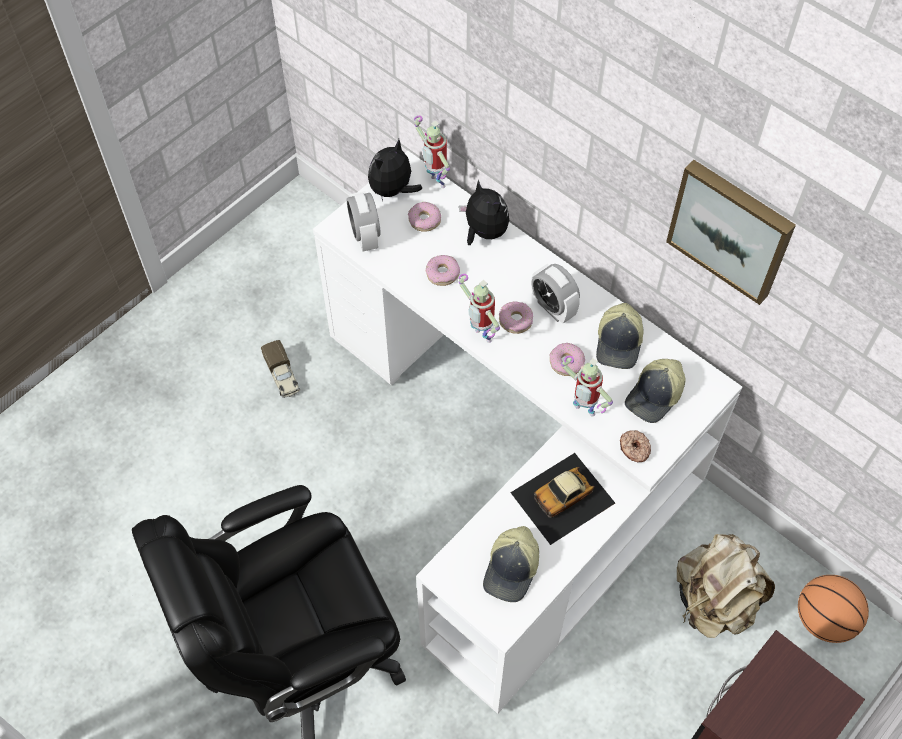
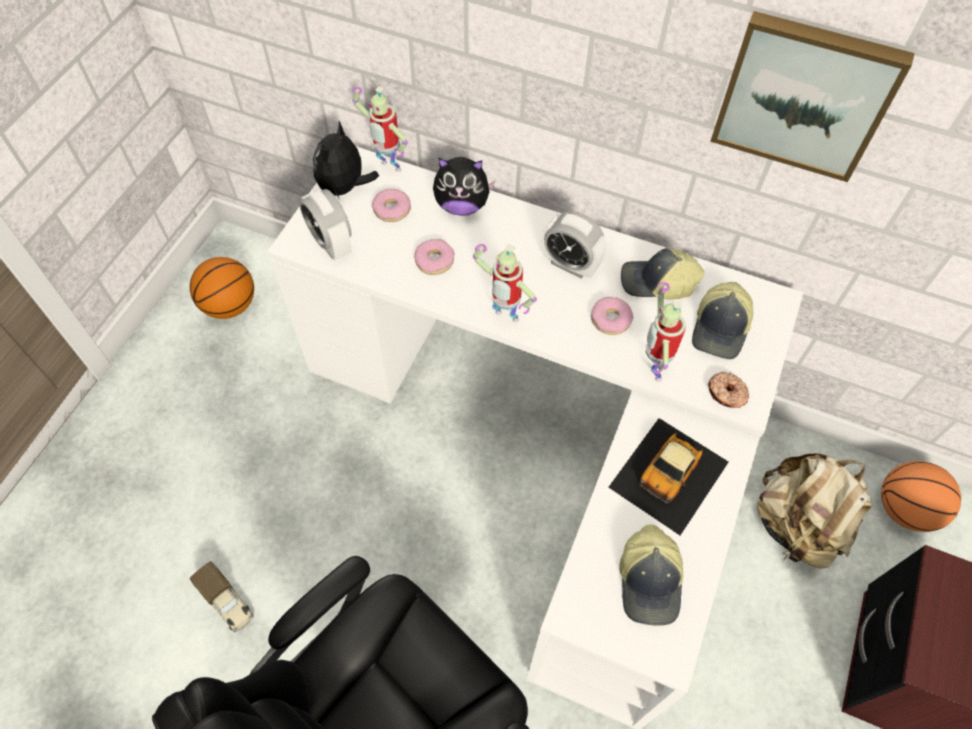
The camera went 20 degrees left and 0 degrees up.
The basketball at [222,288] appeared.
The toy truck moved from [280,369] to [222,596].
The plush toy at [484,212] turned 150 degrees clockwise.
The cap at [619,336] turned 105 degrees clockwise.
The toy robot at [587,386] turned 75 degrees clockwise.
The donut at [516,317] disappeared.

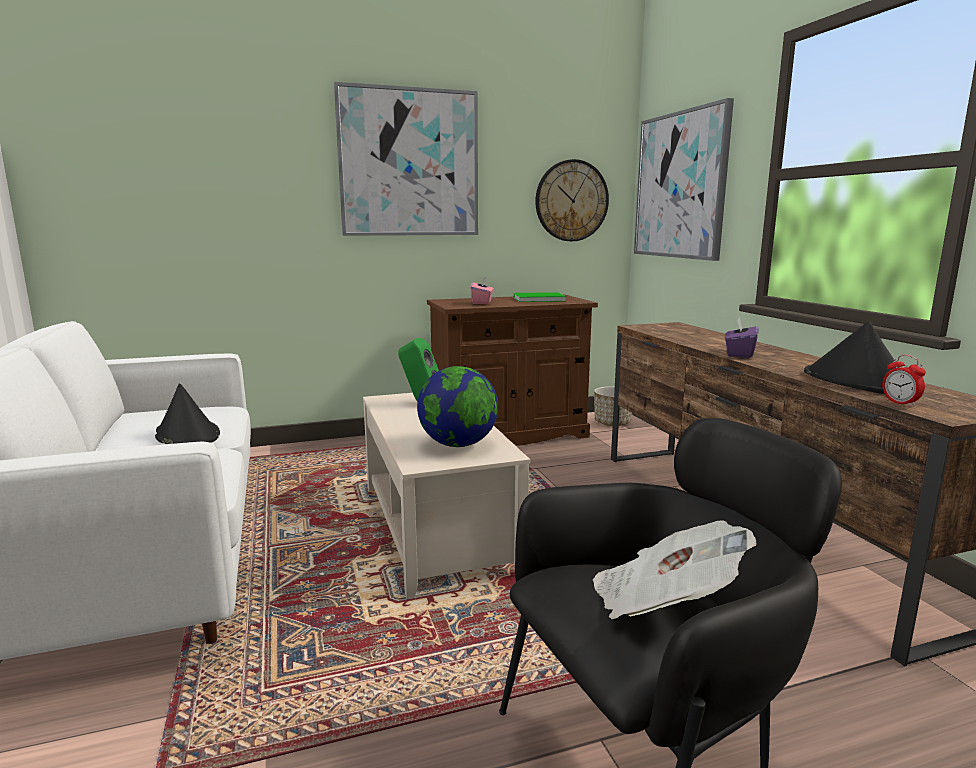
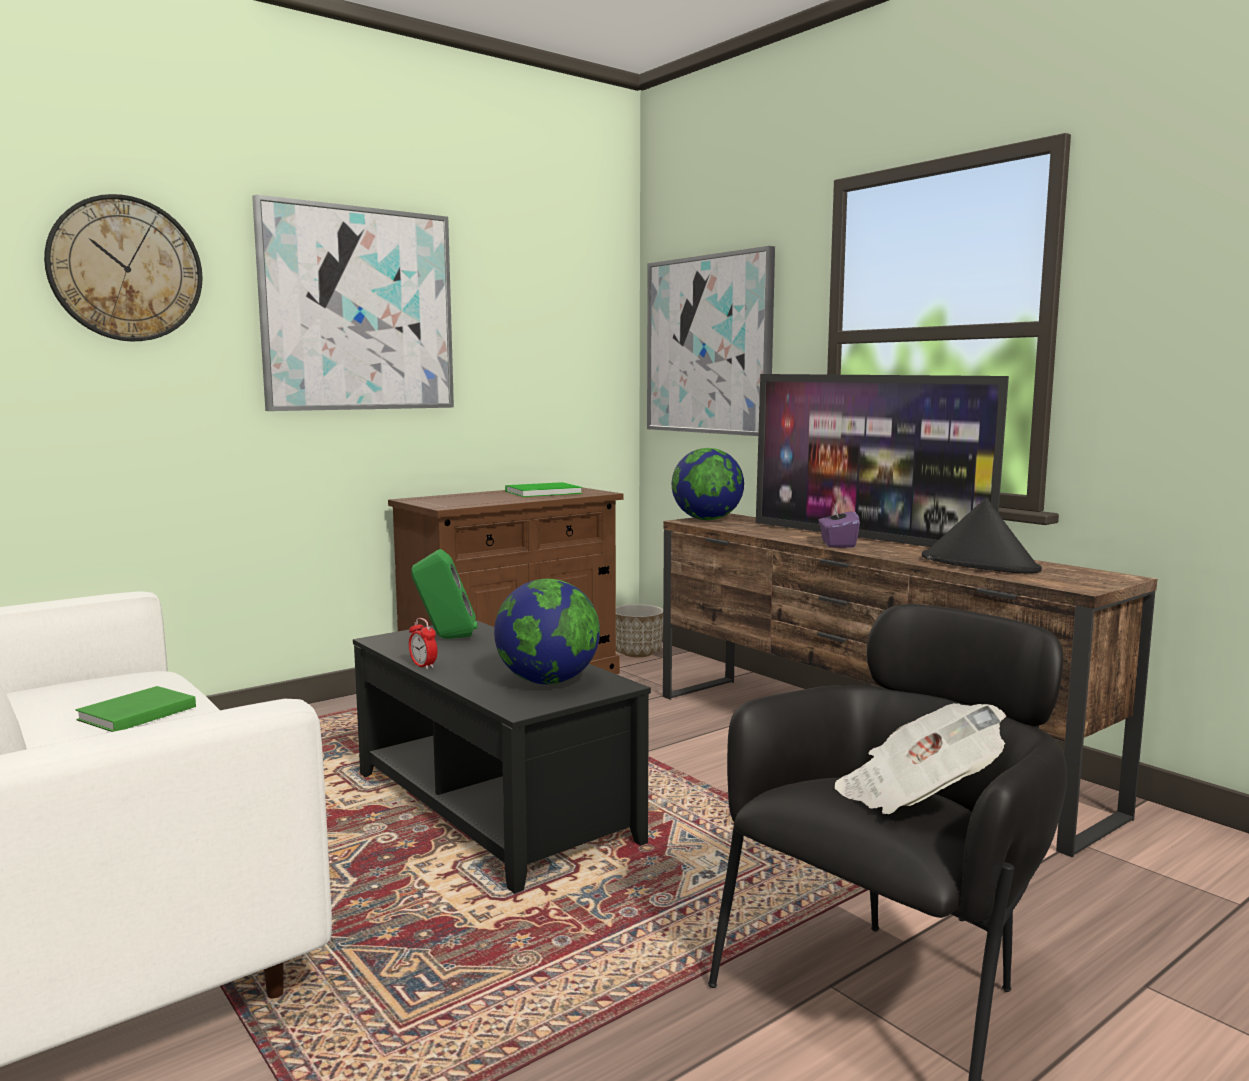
The camera went 20 degrees left and 5 degrees down.
The wall clock moved from [572,200] to [123,267].
The black hat at [187,413] was replaced by the green book at [135,709].
The beige coffee table at [446,496] became the black coffee table at [502,757].
The alarm clock moved from [904,381] to [423,643].
The globe at [708,484] appeared.
The television at [882,460] appeared.
The pink tissue box at [482,290] disappeared.

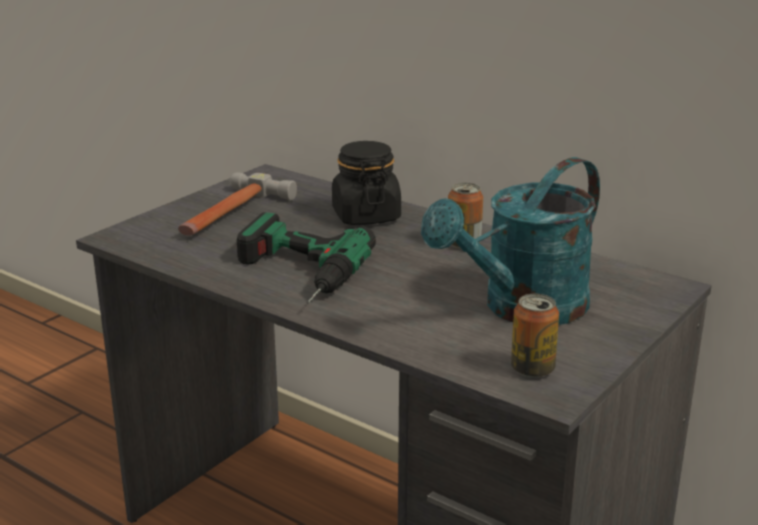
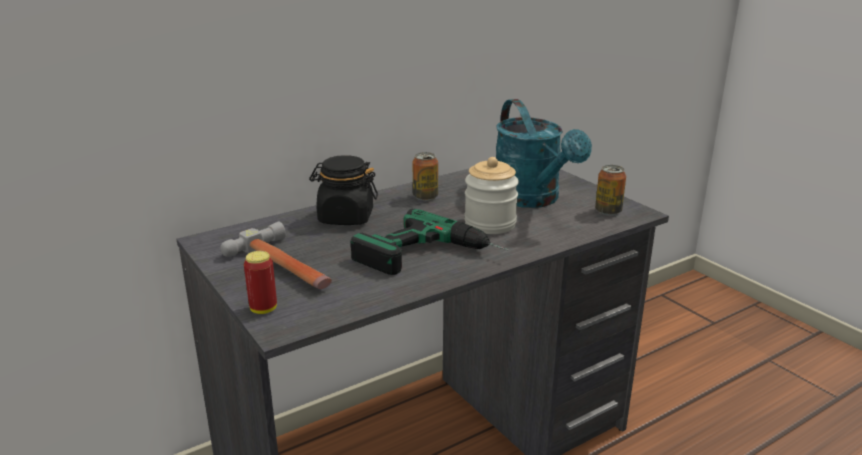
The camera went 70 degrees left and 0 degrees up.
The can at [260,282] appeared.
The jar at [491,195] appeared.

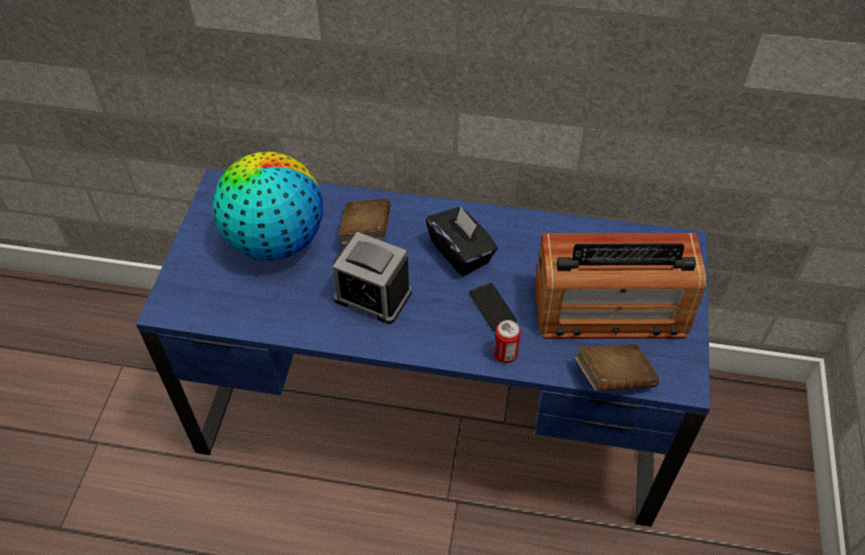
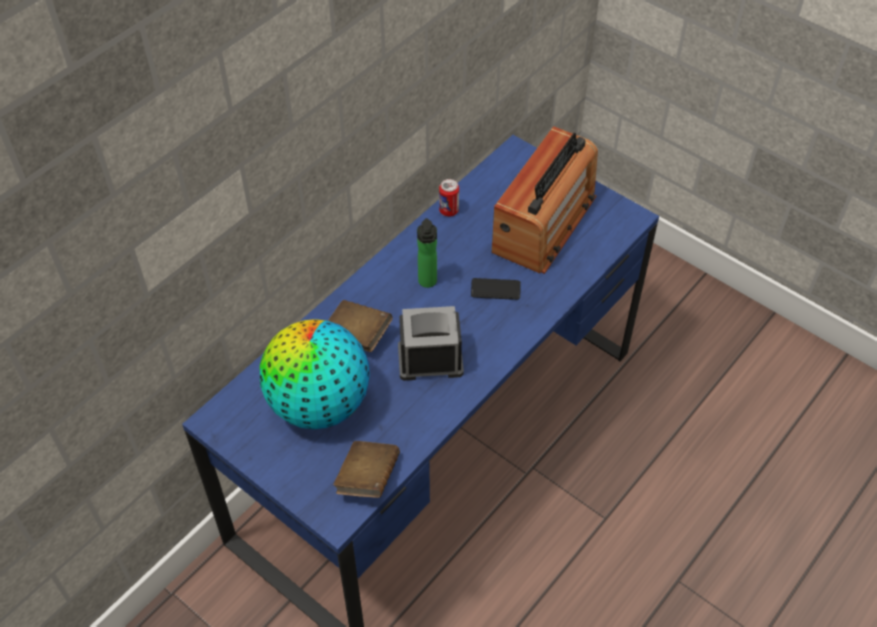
The camera went 60 degrees left and 0 degrees up.
The brown book moved from [617,367] to [366,469].
The alarm clock at [372,278] turned 150 degrees counterclockwise.
The black tissue box at [462,241] was replaced by the bottle at [427,253].
The can moved from [507,341] to [449,197].

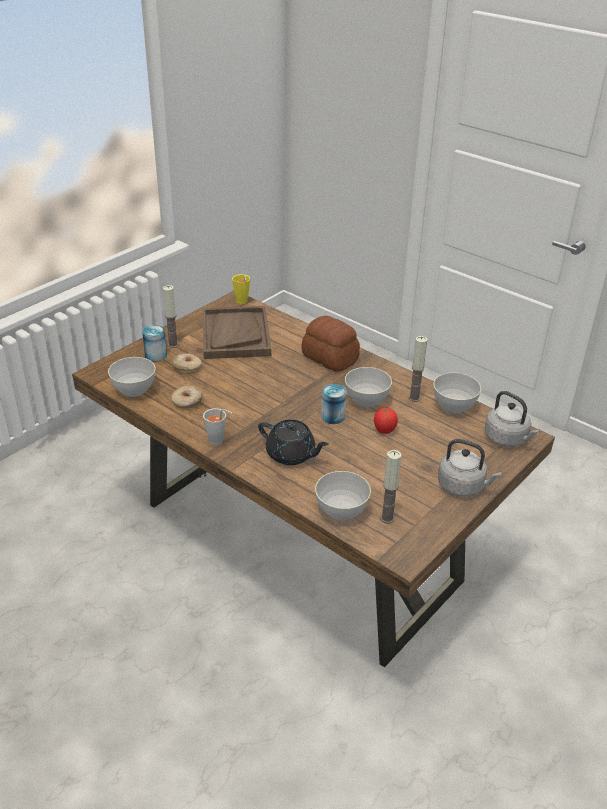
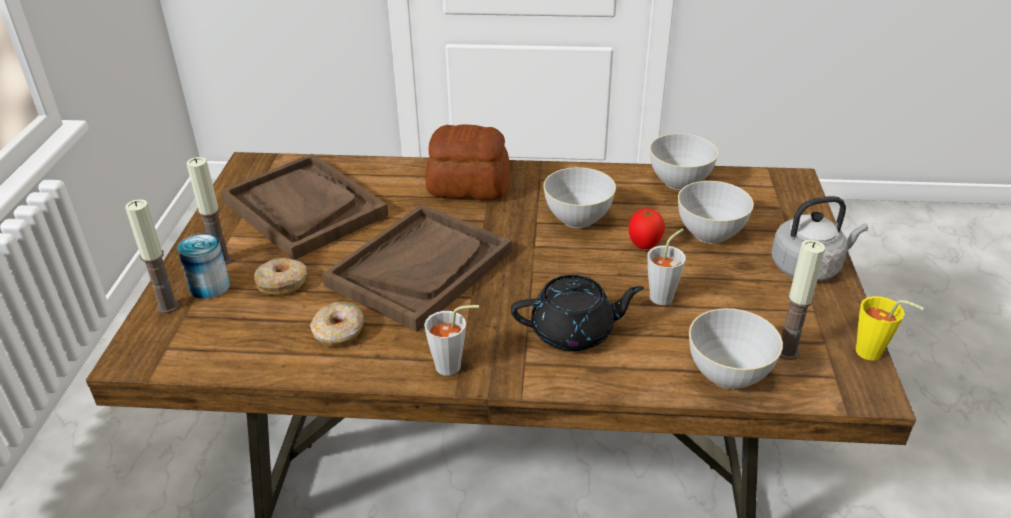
The camera went 35 degrees left and 0 degrees up.
The candle moved from [418,369] to [152,256].
The brown tray at [417,268] appeared.
The grey cup at [667,267] appeared.
The grey bowl moved from [132,377] to [716,212].
The yellow cup moved from [241,289] to [890,328].
The can at [334,404] disappeared.
The grey kettle at [512,419] disappeared.

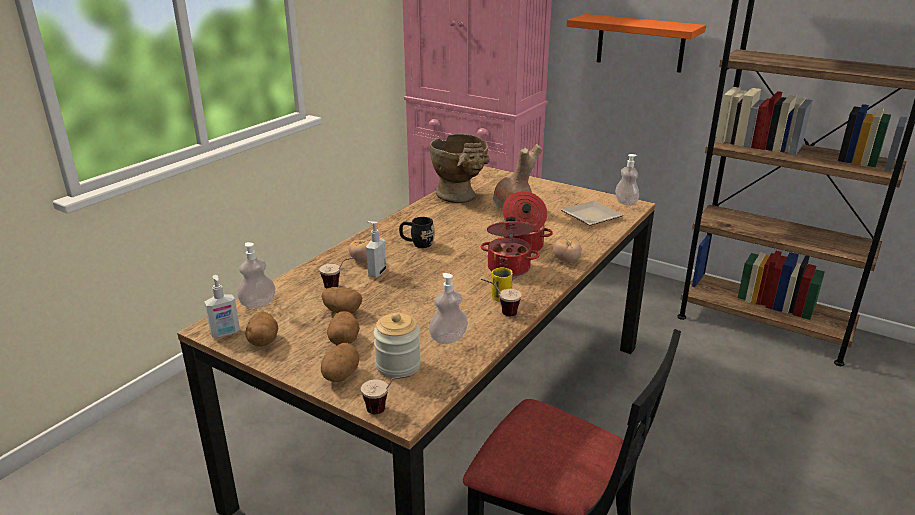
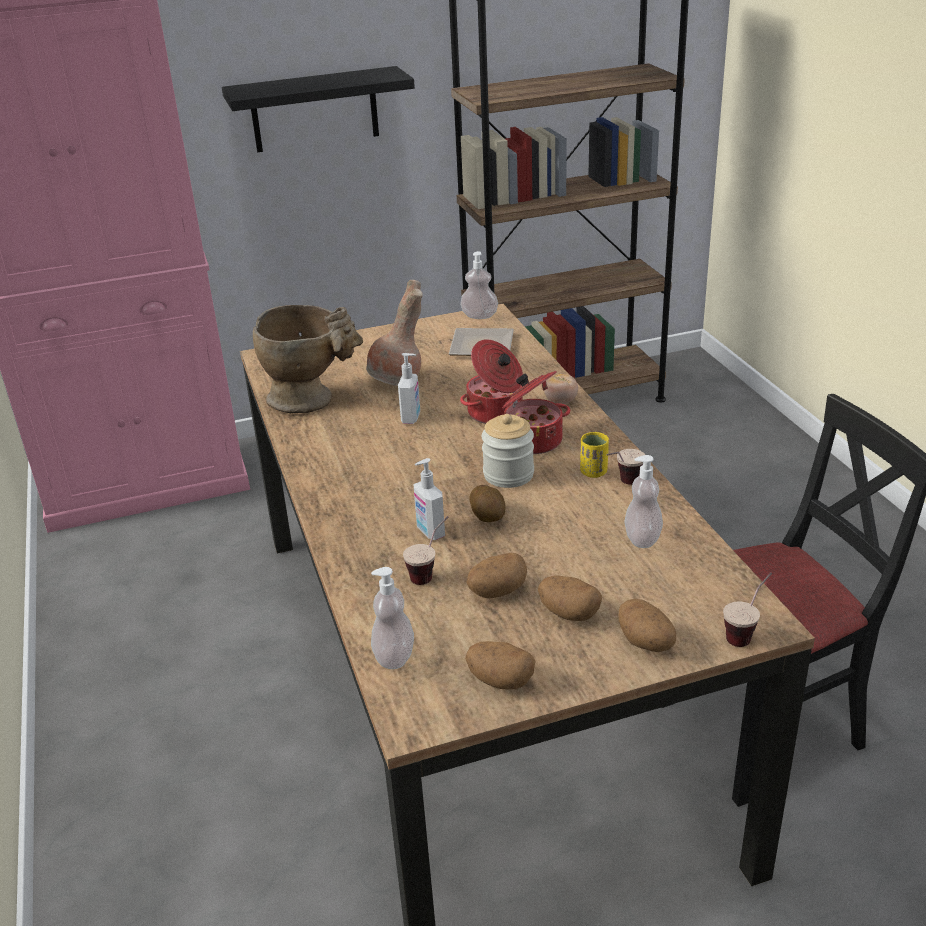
The camera went 50 degrees left and 5 degrees up.
The orange shelf at [636,43] became the black shelf at [318,109].
The soap dispenser moved from [222,306] to [409,388].
The potato at [487,503] appeared.
The jar moved from [397,345] to [508,451].
The tomato at [359,251] disappeared.
The black mug at [417,232] disappeared.

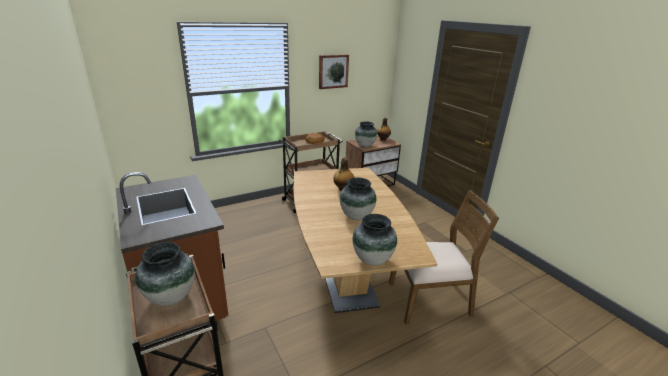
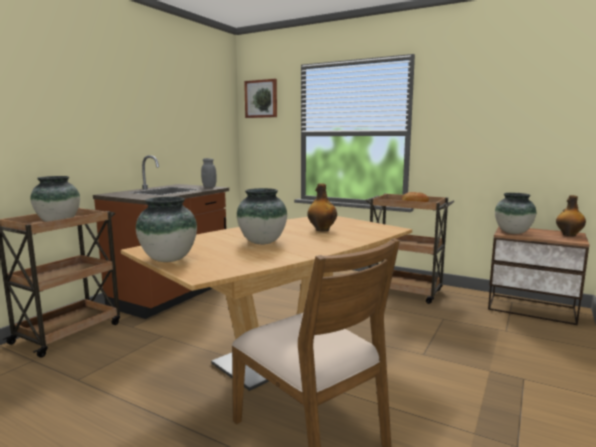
The camera went 60 degrees right and 15 degrees down.
The grey jar at [209,173] appeared.
The picture moved from [334,71] to [260,98].

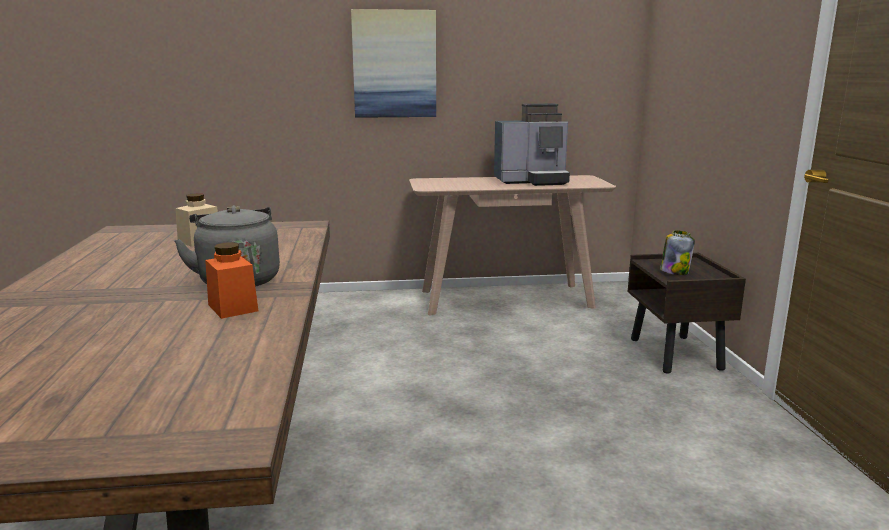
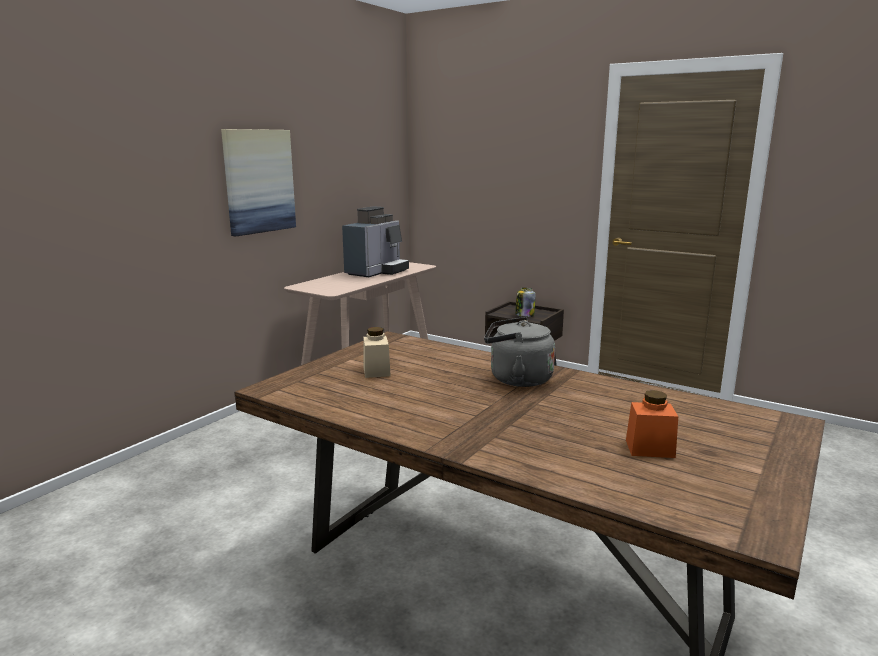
The camera went 50 degrees left and 0 degrees up.
The orange jar moved from [231,280] to [652,424].

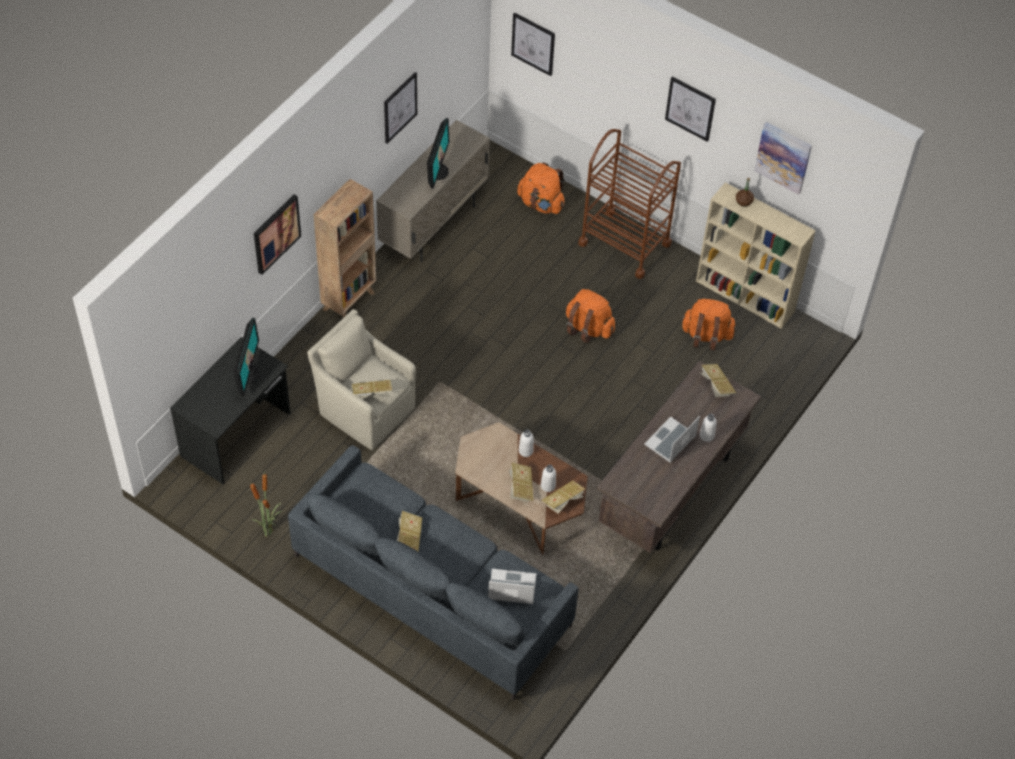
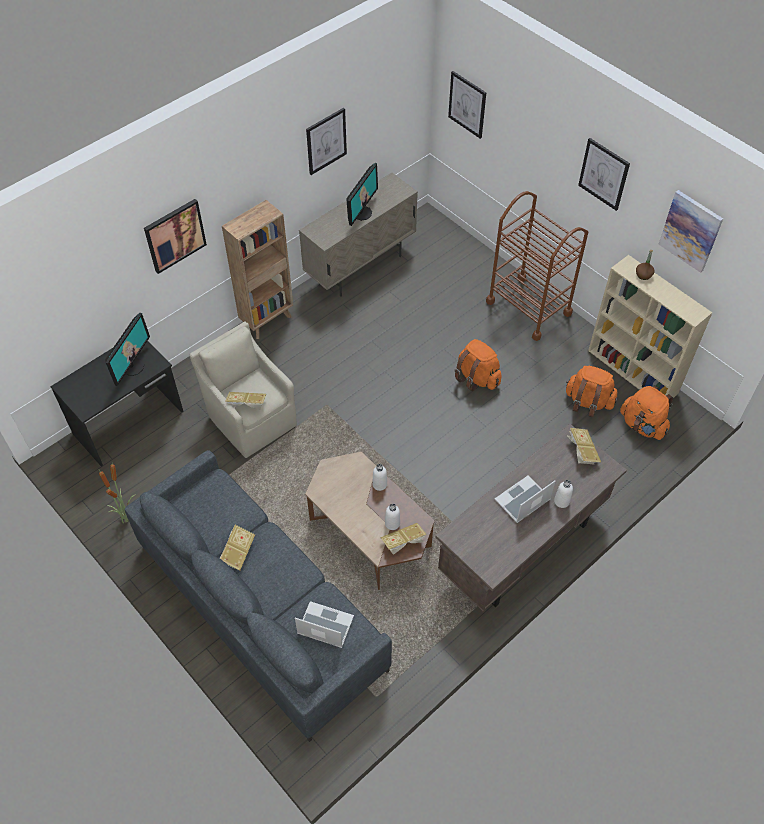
The camera went 15 degrees right and 0 degrees up.
The orange backpack moved from [541,188] to [646,412].
The book at [521,482] disappeared.

